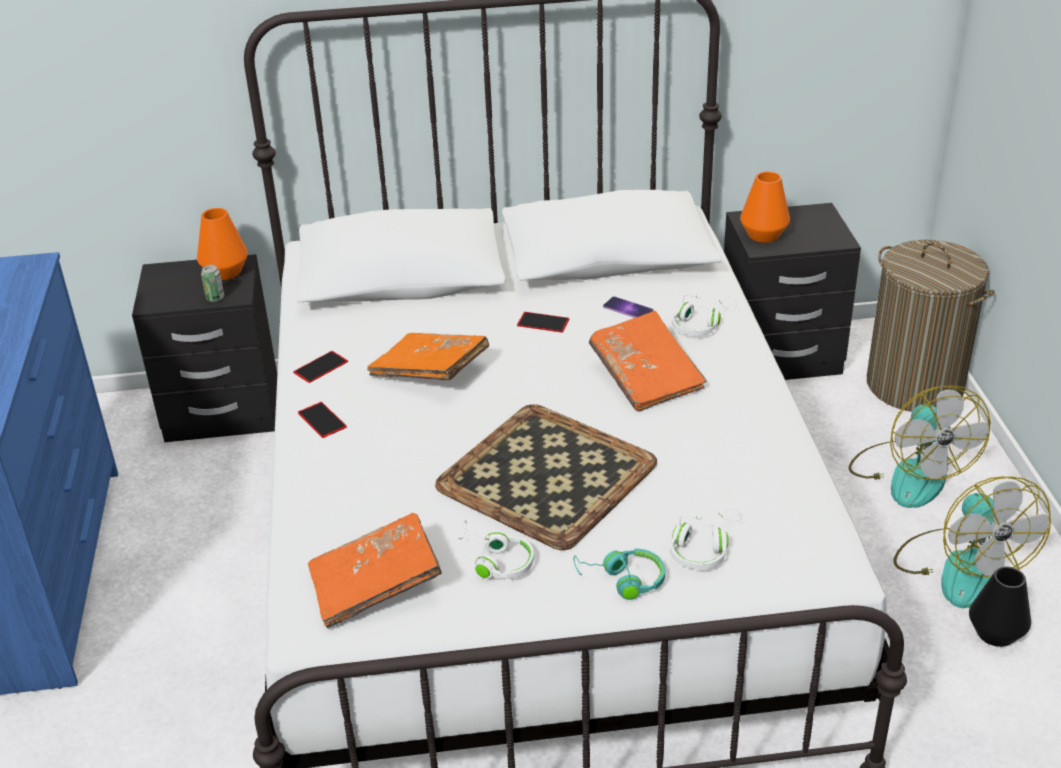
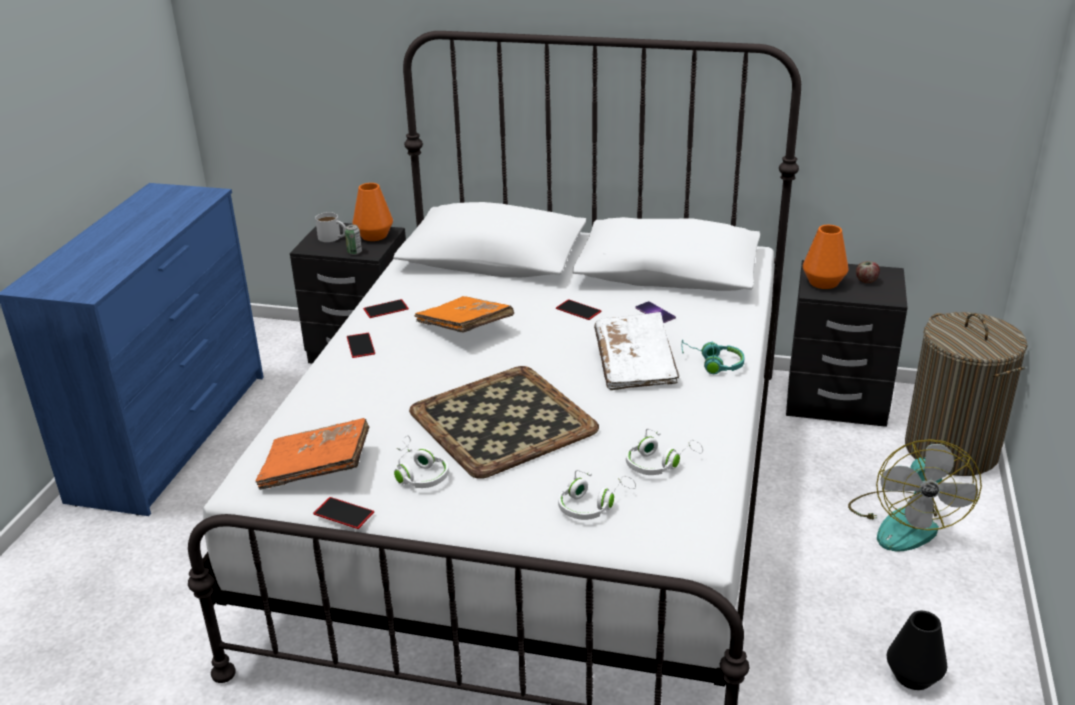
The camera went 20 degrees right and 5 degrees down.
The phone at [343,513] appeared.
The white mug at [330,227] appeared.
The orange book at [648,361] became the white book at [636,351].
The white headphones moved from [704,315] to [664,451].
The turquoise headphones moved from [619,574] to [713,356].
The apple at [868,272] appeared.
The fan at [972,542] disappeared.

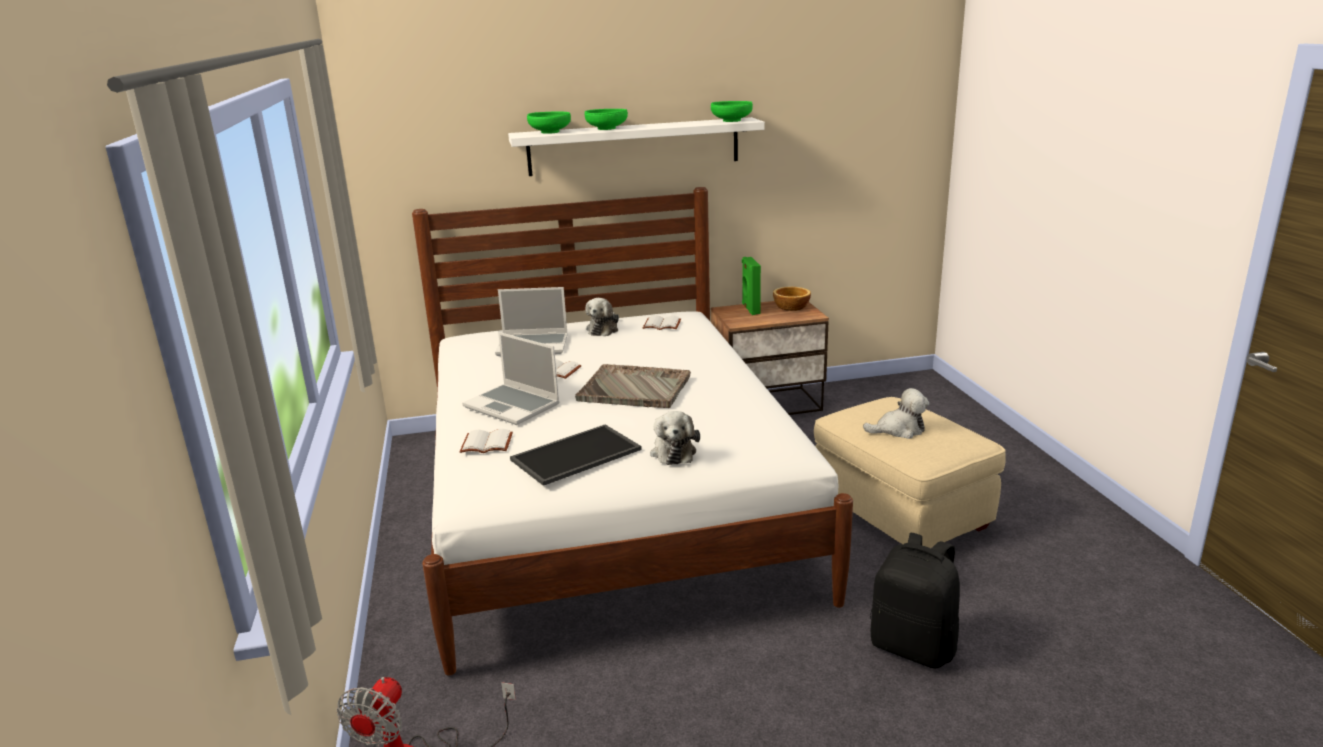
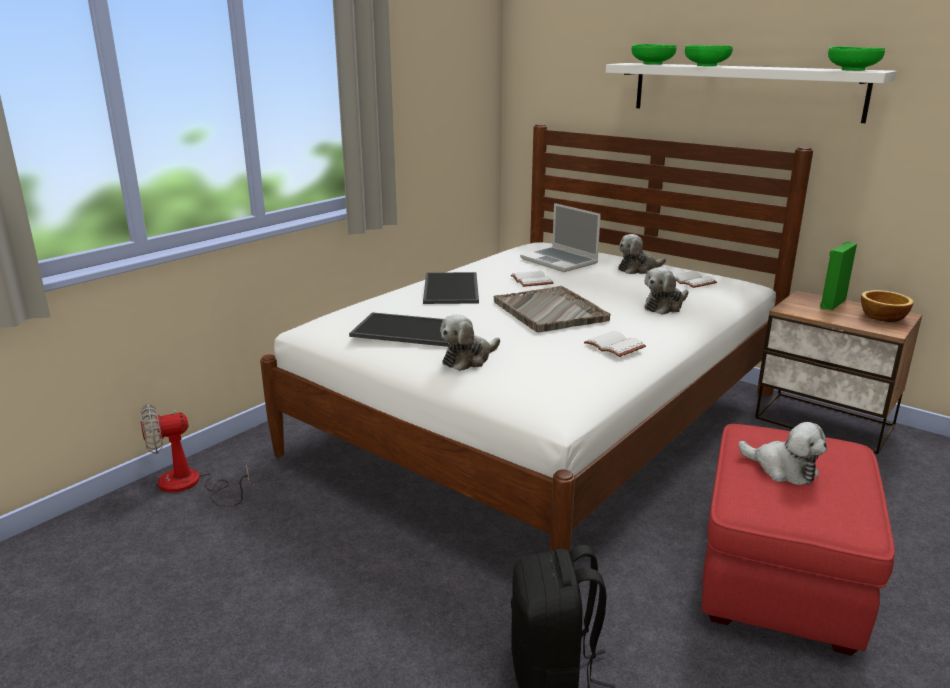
The camera went 50 degrees right and 0 degrees up.
The laptop at [511,378] was replaced by the tray at [451,288].
The white book moved from [486,441] to [615,344].
The plush toy at [666,291] appeared.
The beige ottoman at [910,472] became the red ottoman at [798,539].

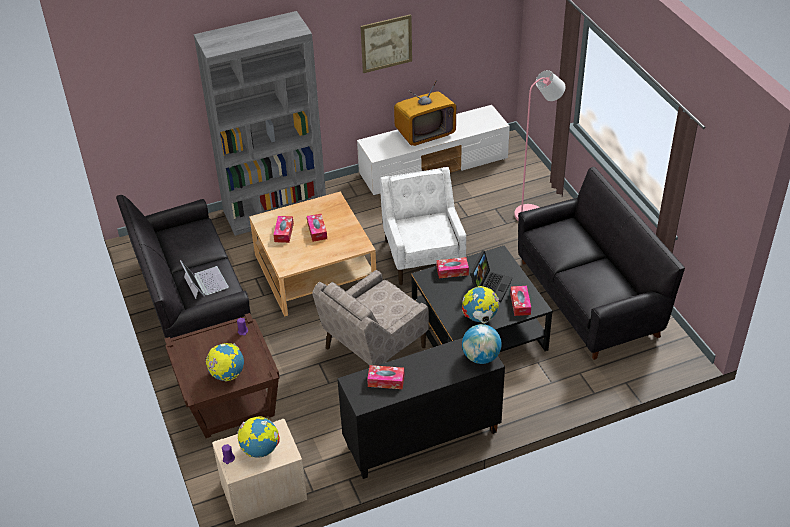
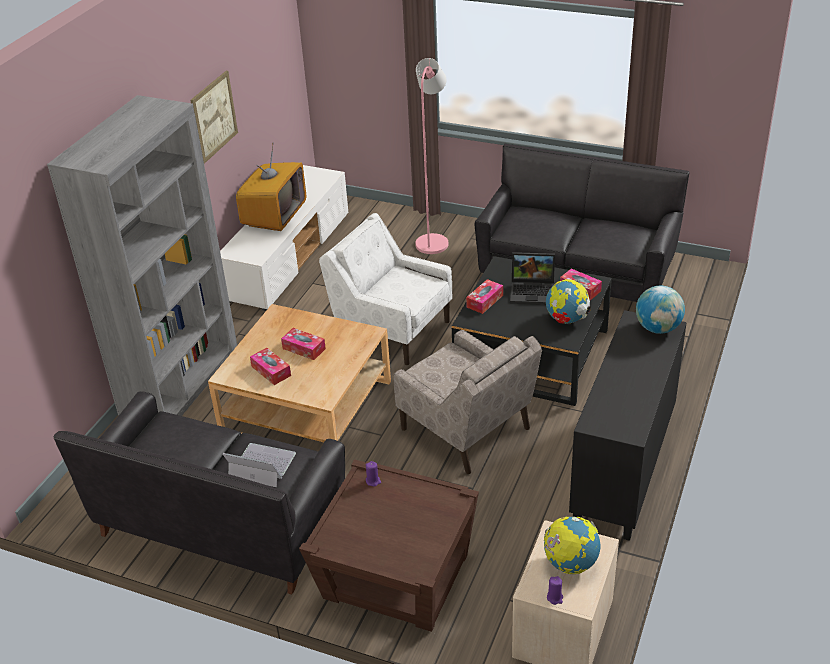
The camera went 45 degrees left and 5 degrees down.
The beige armchair at [370,318] turned 45 degrees counterclockwise.
The laptop at [491,276] turned 120 degrees clockwise.
The globe at [224,362] disappeared.
The tissue box at [385,377] disappeared.

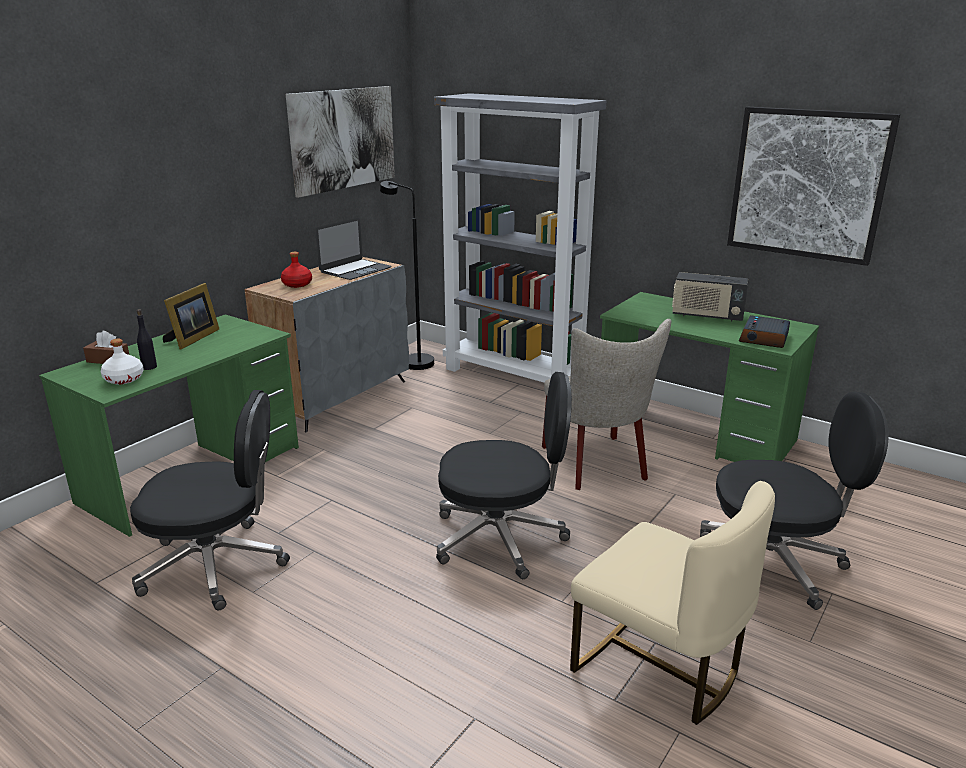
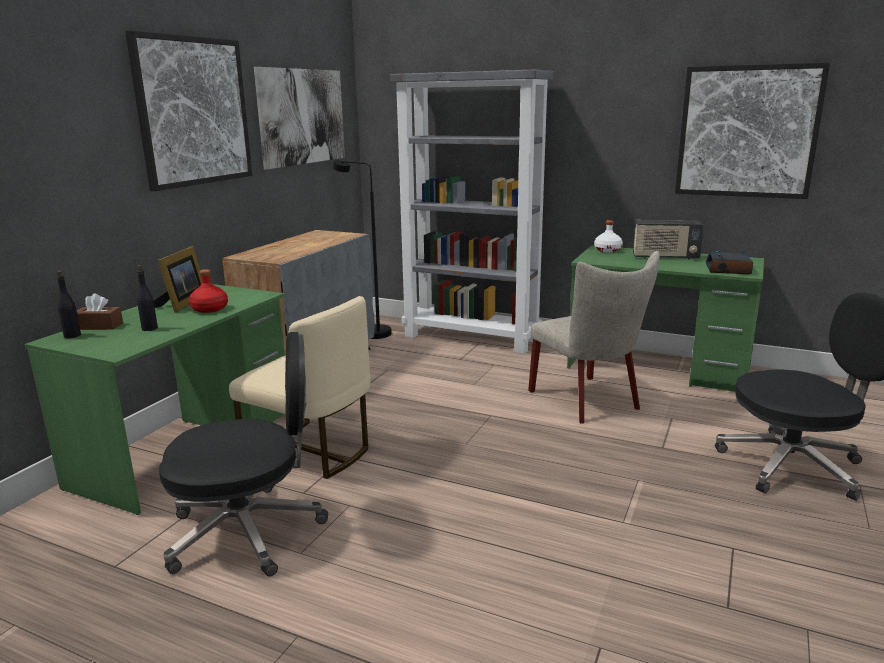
The camera went 10 degrees left and 5 degrees down.
The black bottle at [69,304] appeared.
The picture at [189,110] appeared.
The red bottle moved from [296,270] to [208,291].
The beige chair moved from [672,603] to [299,387].
The white bottle moved from [122,361] to [608,236].
The laptop at [354,249] disappeared.
The black office chair at [504,475] disappeared.

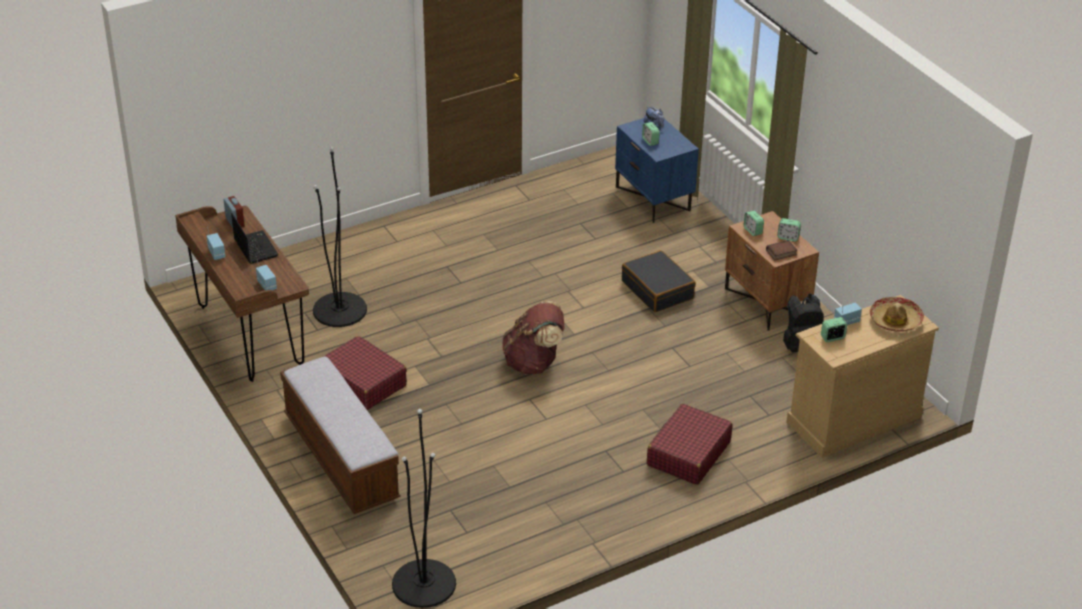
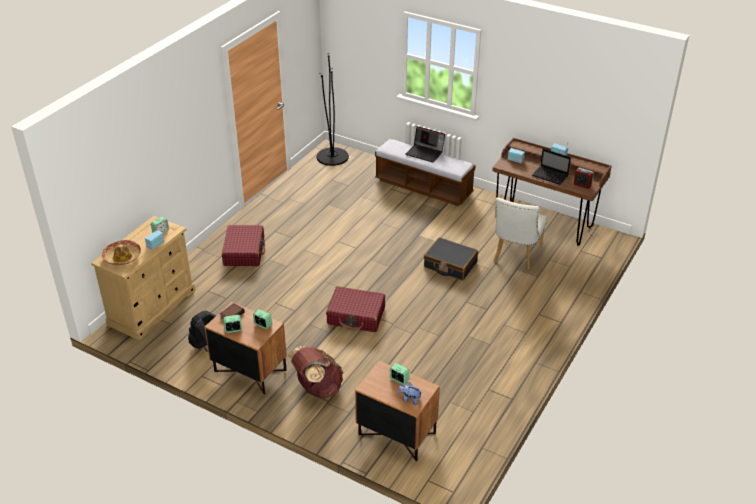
The camera went 150 degrees right and 0 degrees up.
The brown backpack moved from [533,337] to [316,372].
The red suitcase moved from [365,373] to [355,309].
The blue nightstand at [657,170] became the brown nightstand at [397,411].
The laptop at [425,144] appeared.
The black suitcase moved from [659,281] to [451,258].
The black floor lamp at [340,237] was replaced by the white chair at [520,233].

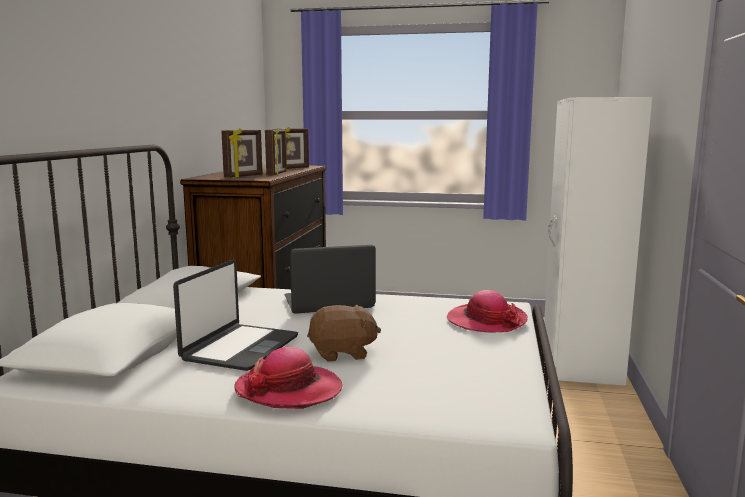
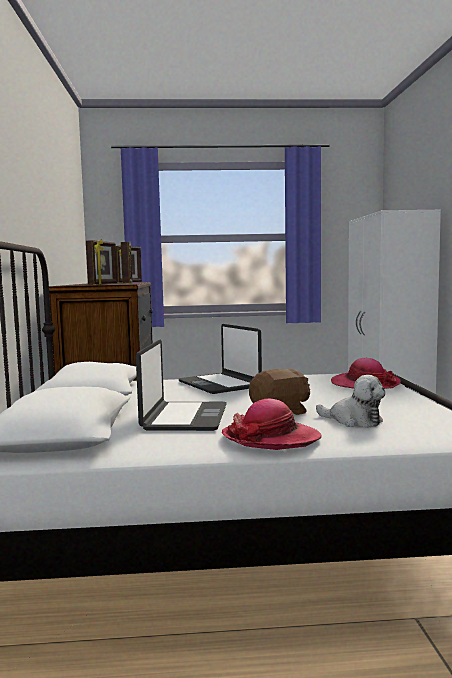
The camera went 15 degrees left and 5 degrees down.
The laptop at [330,279] turned 90 degrees counterclockwise.
The plush toy at [350,401] appeared.

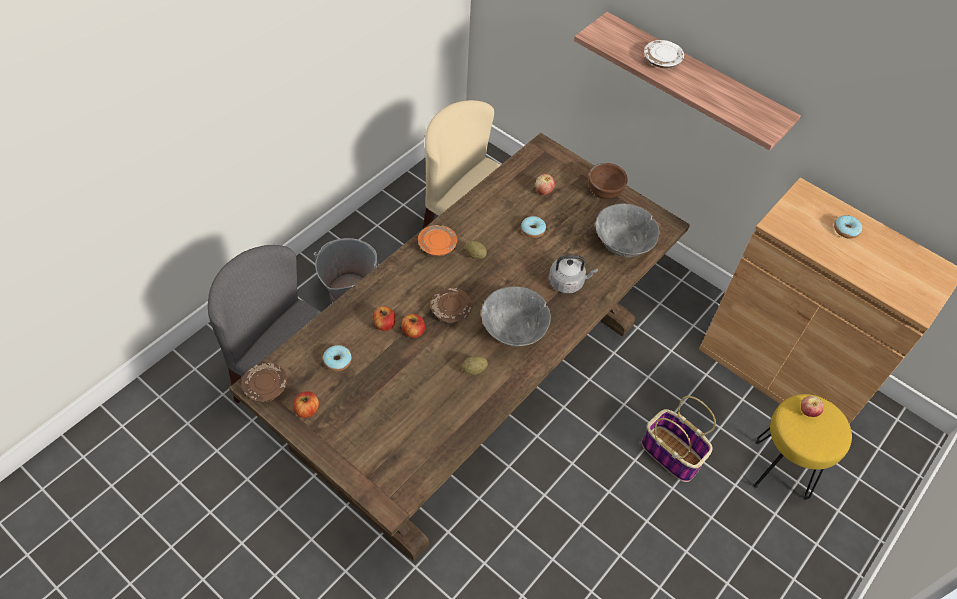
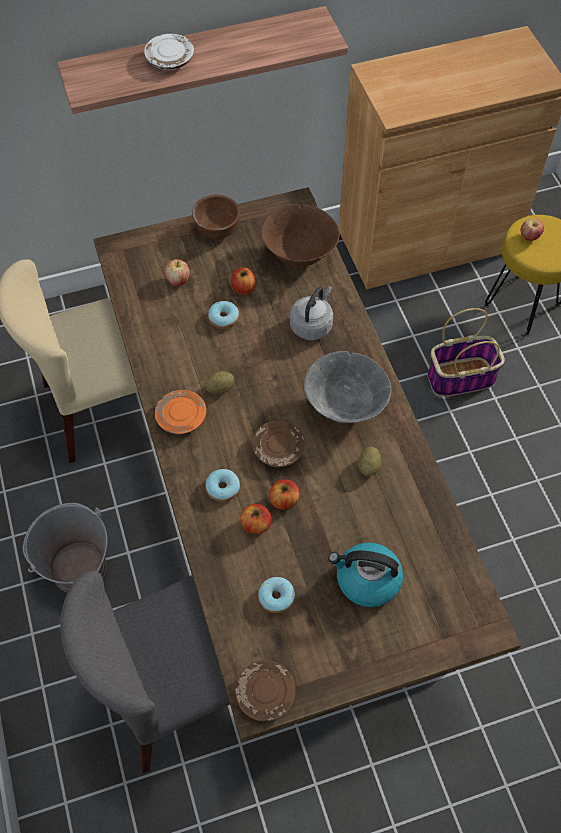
The camera went 55 degrees left and 5 degrees up.
The donut moved from [848,227] to [222,485].
The apple moved from [306,404] to [243,281].
The grey bowl at [627,230] became the brown bowl at [300,235].
The kettle at [365,575] appeared.

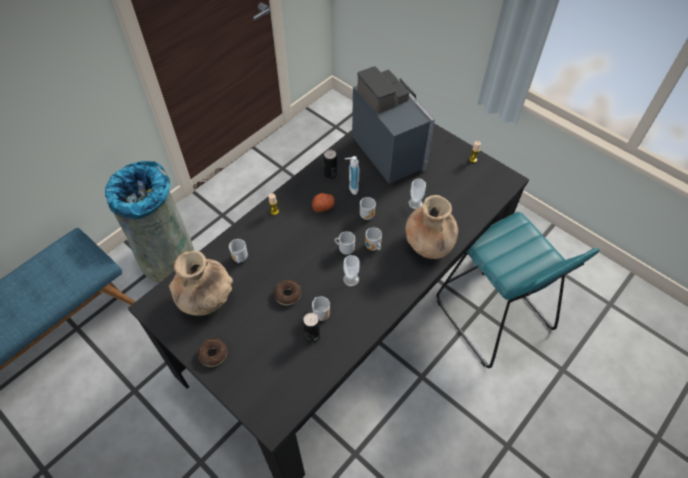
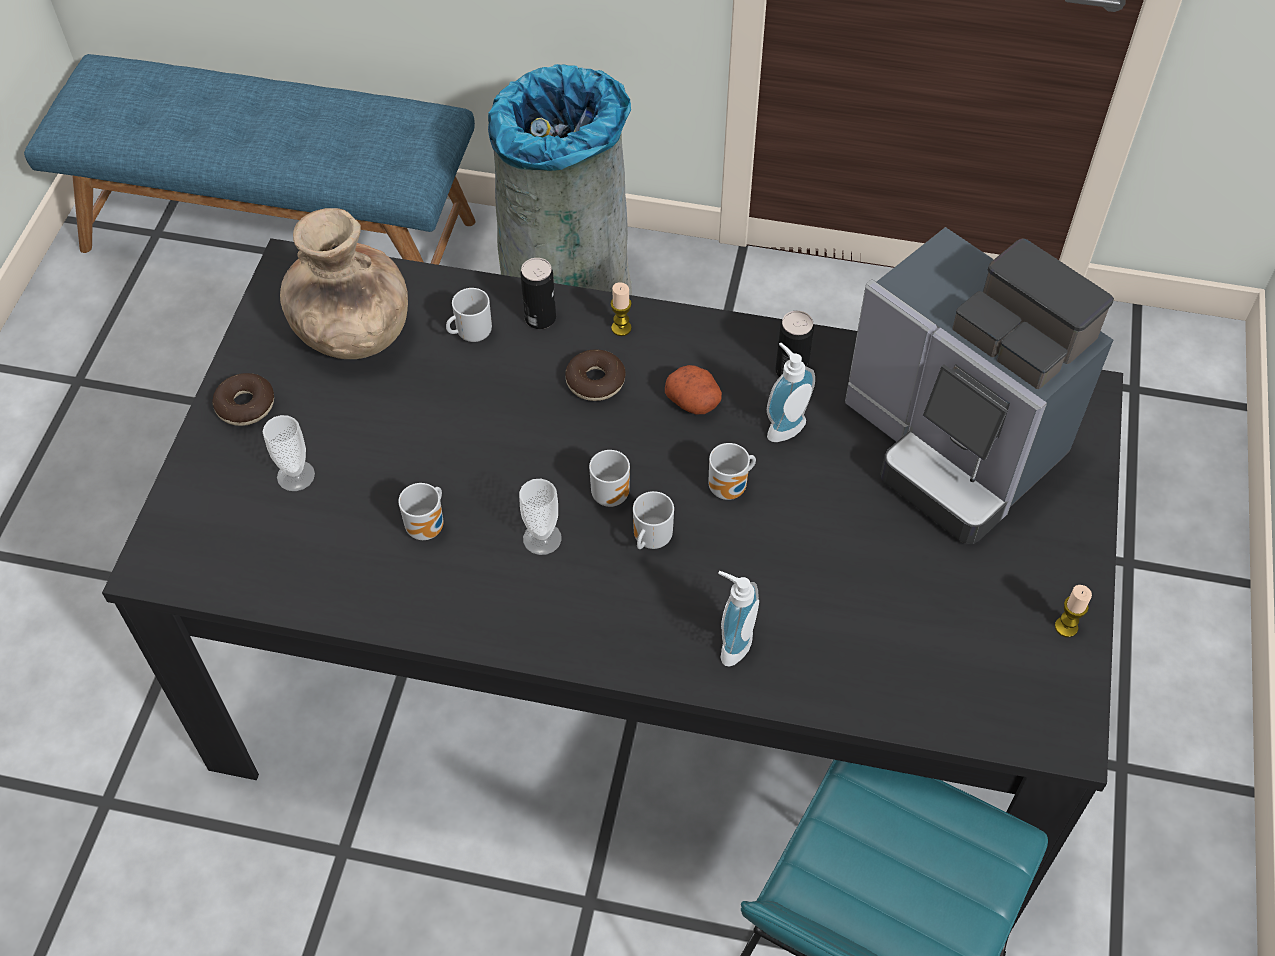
The camera went 60 degrees right and 0 degrees up.
The cup moved from [417,194] to [289,453].
The can moved from [311,327] to [538,293].
The donut moved from [287,292] to [595,375].
The brown vase at [431,227] was replaced by the soap dispenser at [738,618].
The coffee machine at [393,125] turned 105 degrees clockwise.

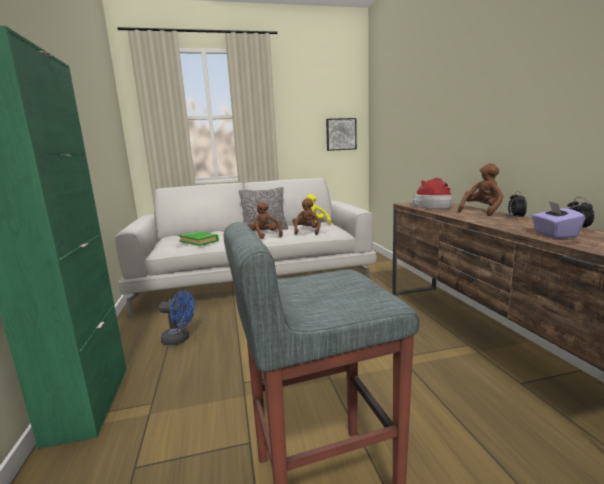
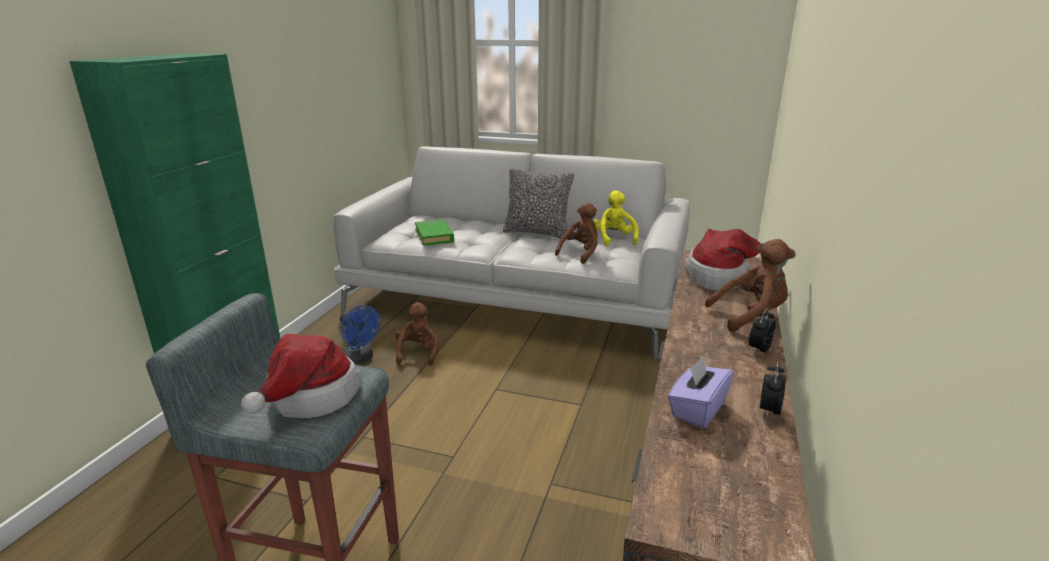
The camera went 30 degrees right and 10 degrees up.
The hat at [302,375] appeared.
The brown plush toy moved from [266,220] to [417,334].
The picture at [341,134] disappeared.

